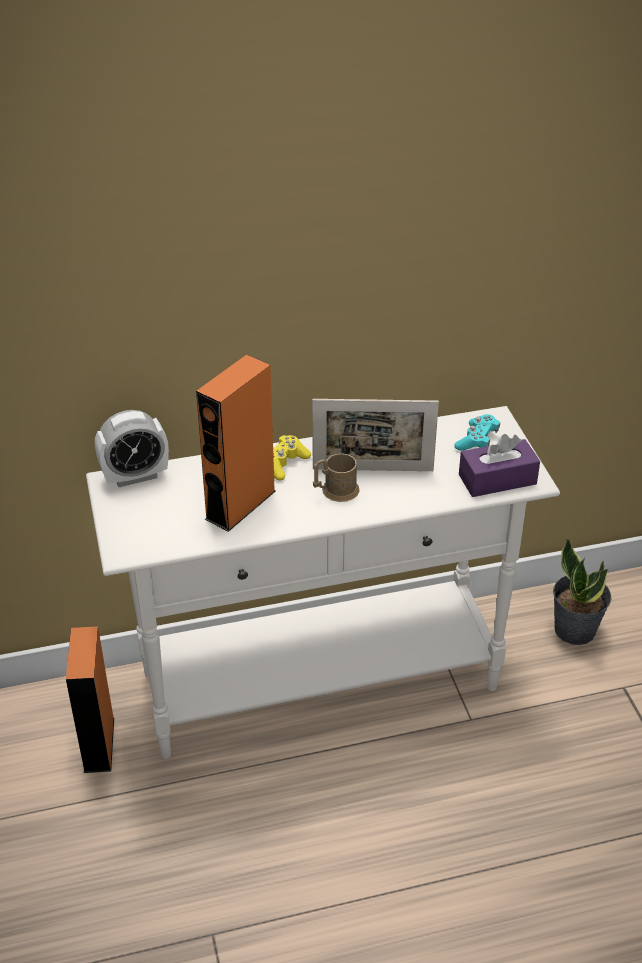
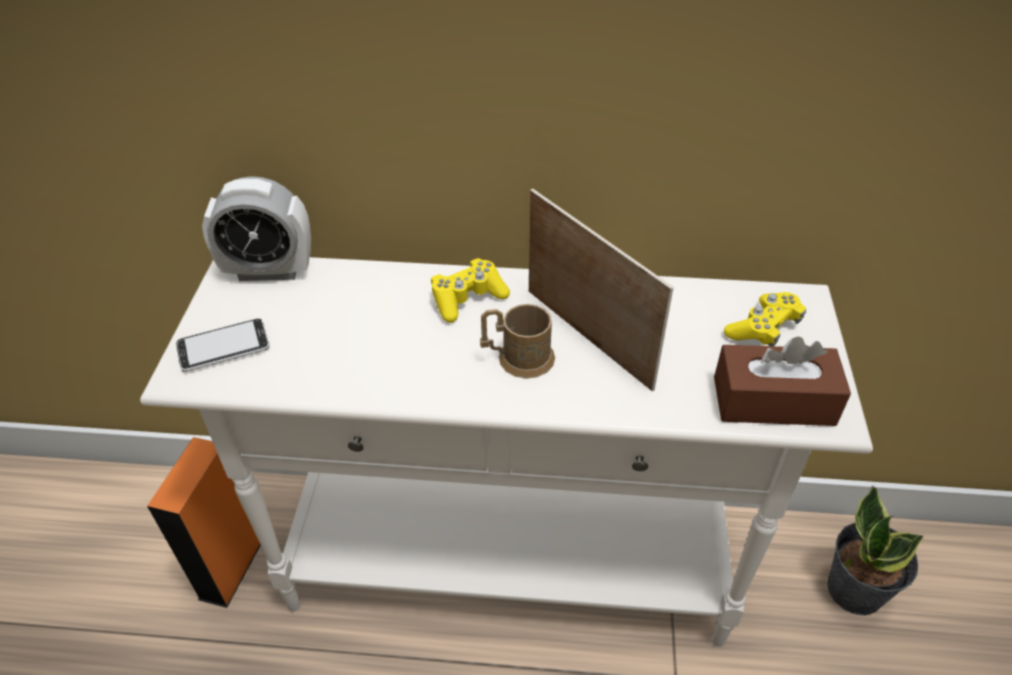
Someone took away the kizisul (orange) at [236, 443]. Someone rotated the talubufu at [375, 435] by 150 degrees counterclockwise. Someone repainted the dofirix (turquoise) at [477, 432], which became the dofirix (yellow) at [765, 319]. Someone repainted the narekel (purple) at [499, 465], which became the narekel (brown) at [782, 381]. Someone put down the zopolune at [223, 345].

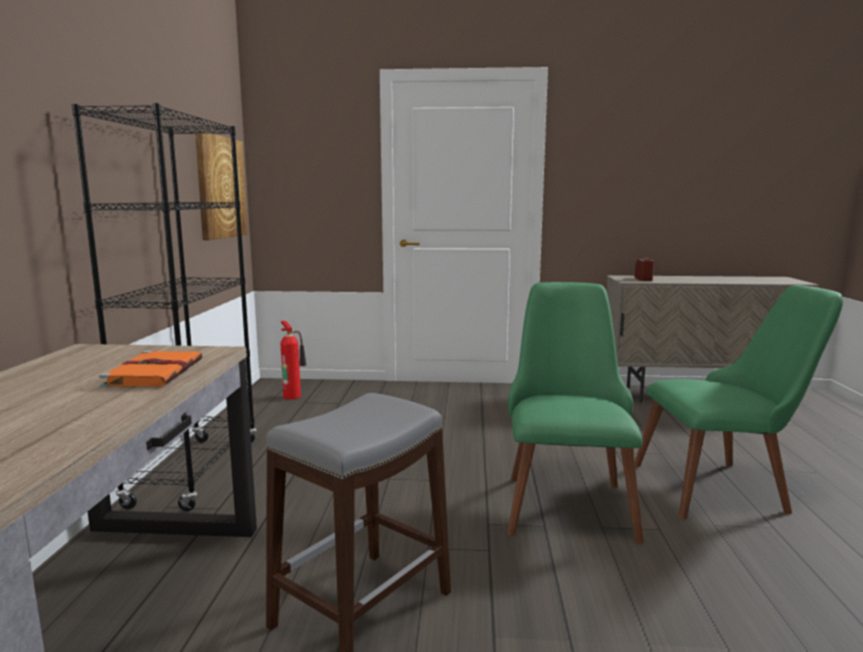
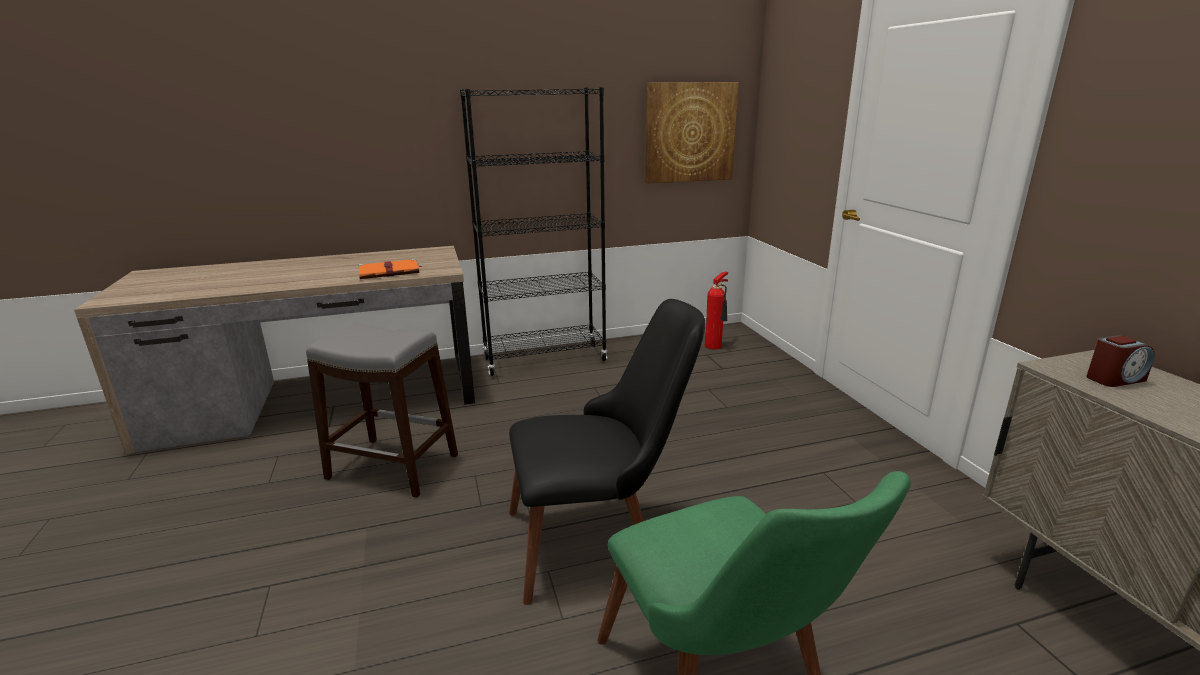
Someone repainted the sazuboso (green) at [575, 413], which became the sazuboso (black) at [607, 452].

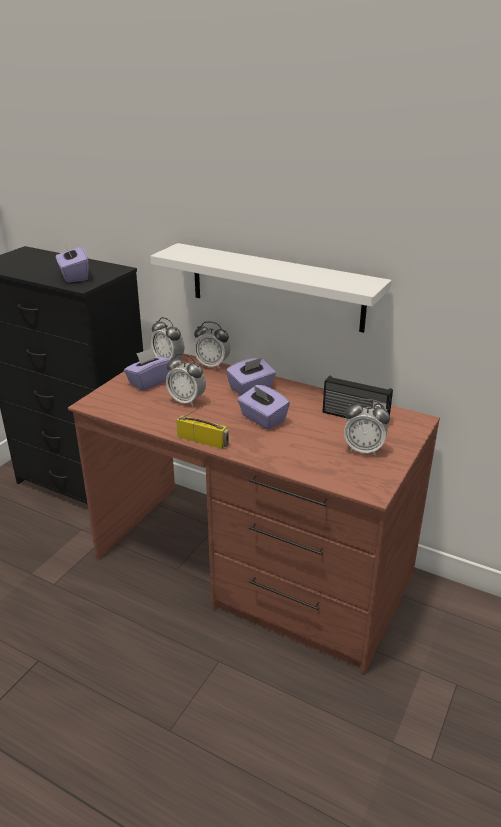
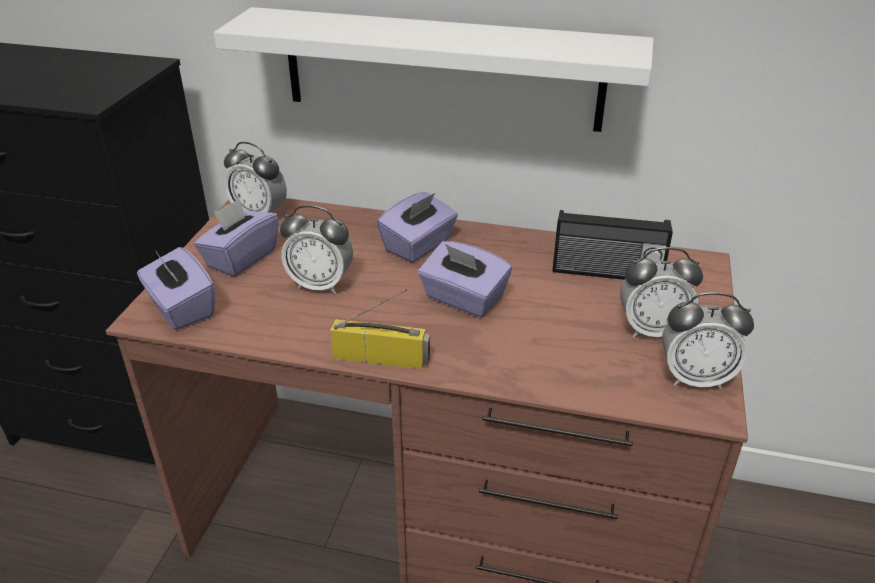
Someone carried the narekel (purple) from [72, 262] to [176, 288]. Someone carried the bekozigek from [212, 345] to [708, 340].

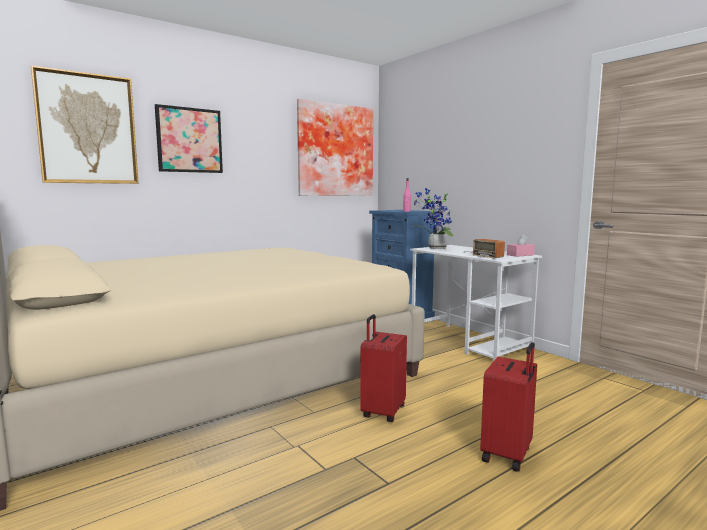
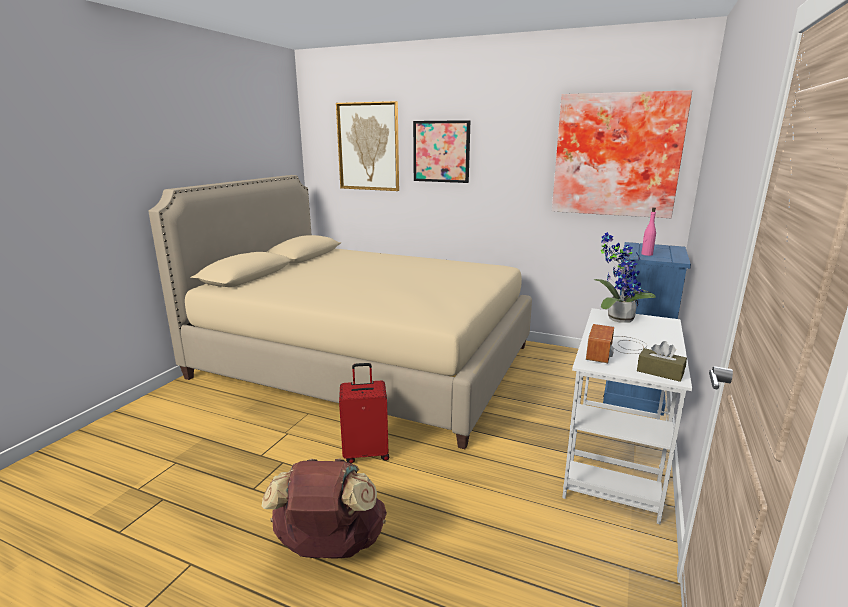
Someone swapped the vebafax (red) at [508, 406] for the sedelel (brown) at [324, 508]. Someone repainted the narekel (pink) at [521, 245], which became the narekel (brown) at [662, 361].

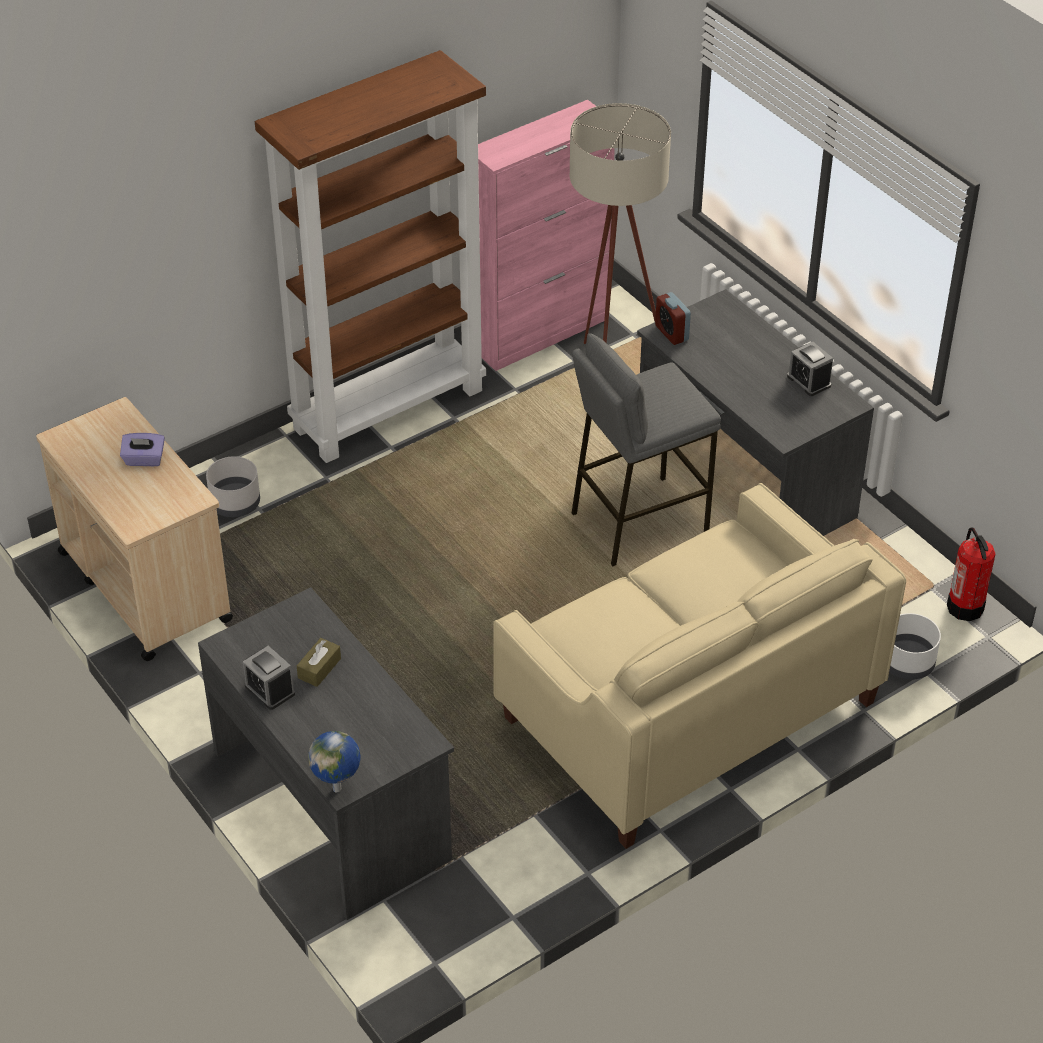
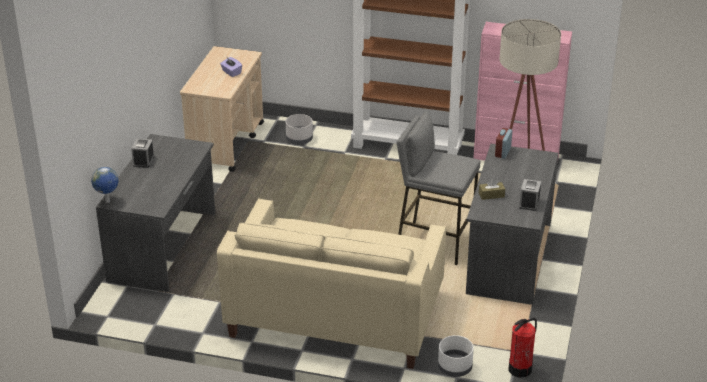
Someone carried the narekel (brown) from [319, 662] to [492, 189].

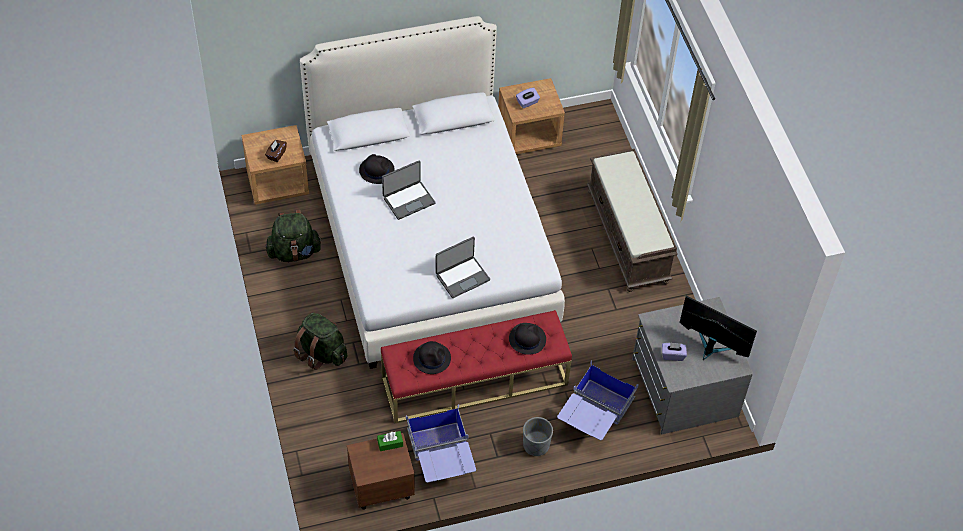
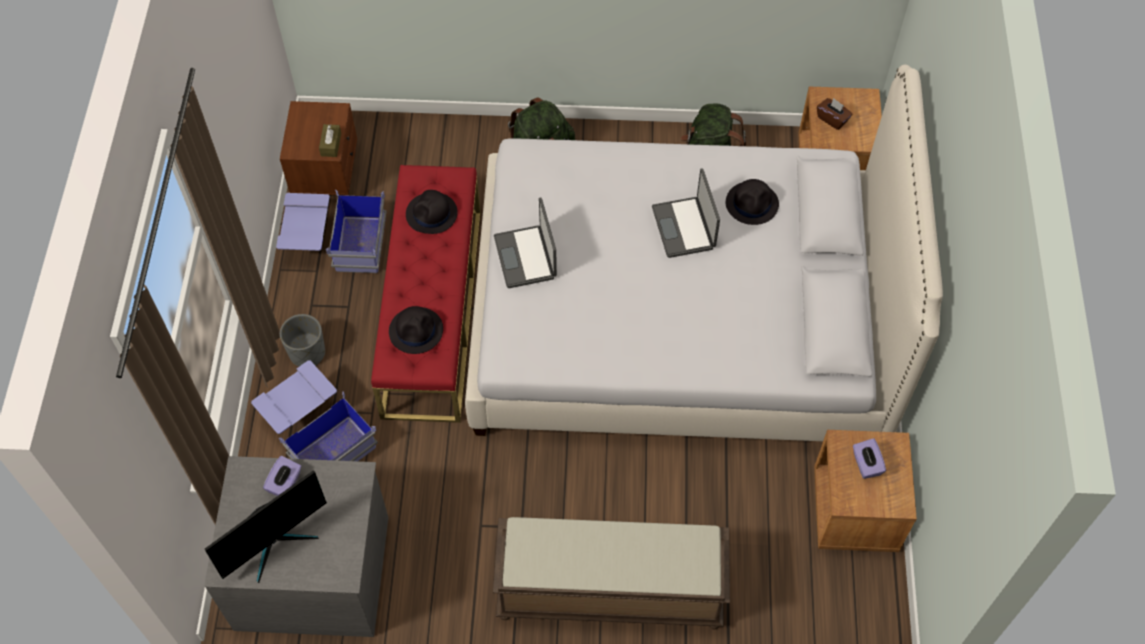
Someone repainted the narekel (green) at [390, 441], which became the narekel (brown) at [330, 140].

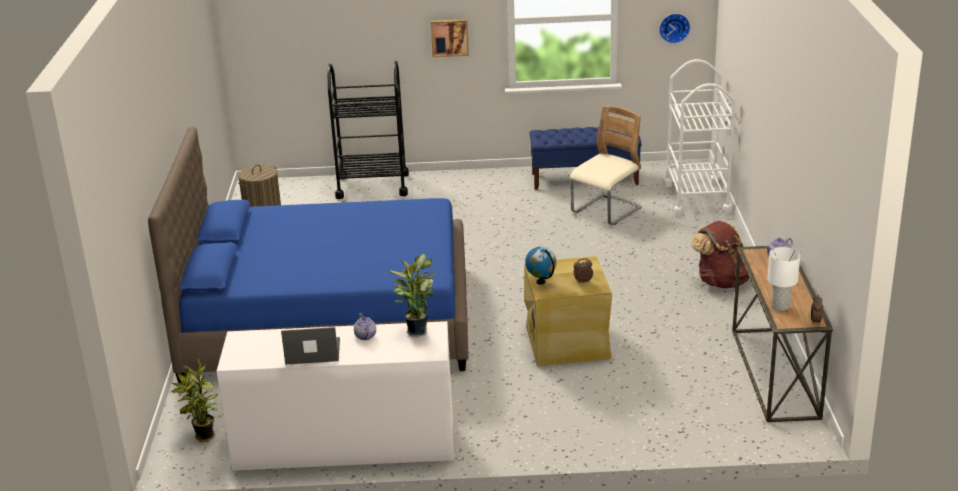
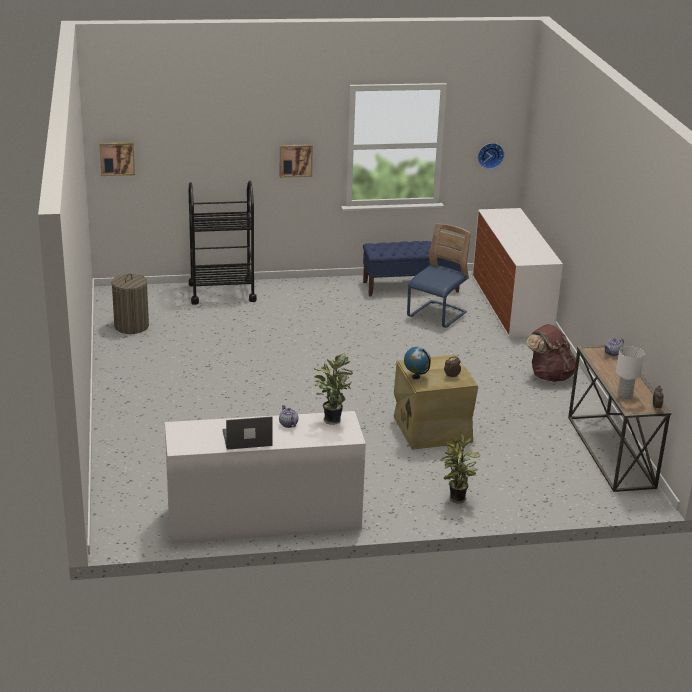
Someone took away the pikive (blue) at [308, 254]. Someone carried the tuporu from [195, 400] to [460, 467]. Someone repainted the sazuboso (beige) at [606, 165], which became the sazuboso (blue) at [439, 276]. Someone swapped the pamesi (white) at [699, 137] for the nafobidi at [517, 272]. Someone put up the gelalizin at [117, 159].

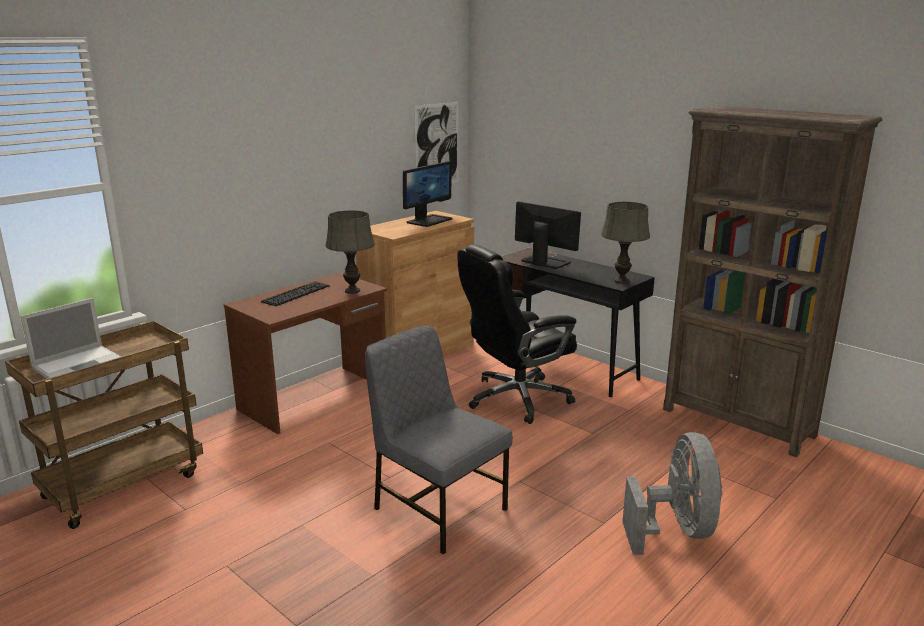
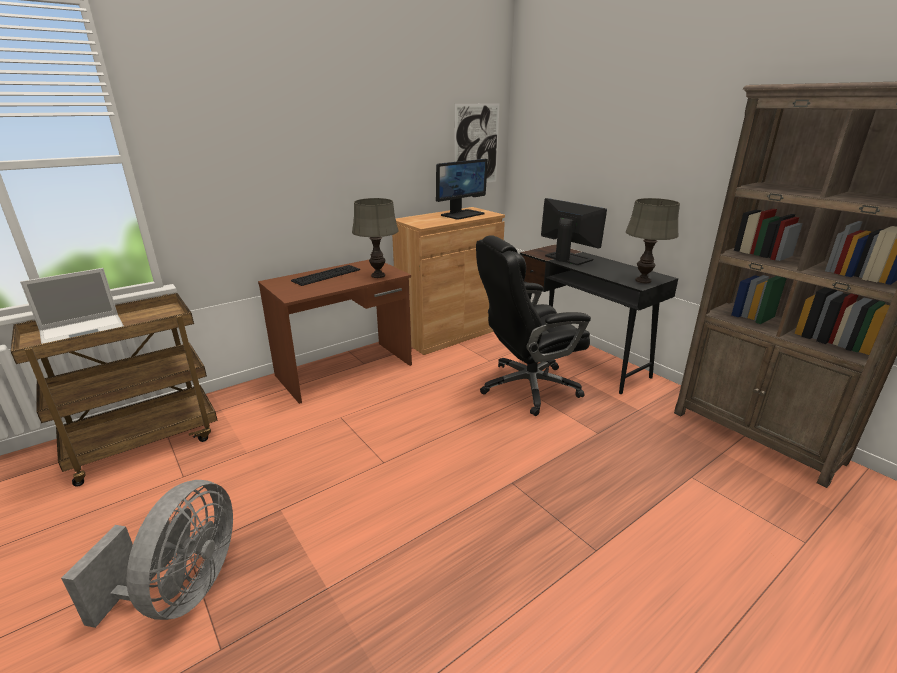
Someone took away the sazuboso (grey) at [439, 440]. Someone carried the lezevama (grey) from [672, 493] to [147, 554].

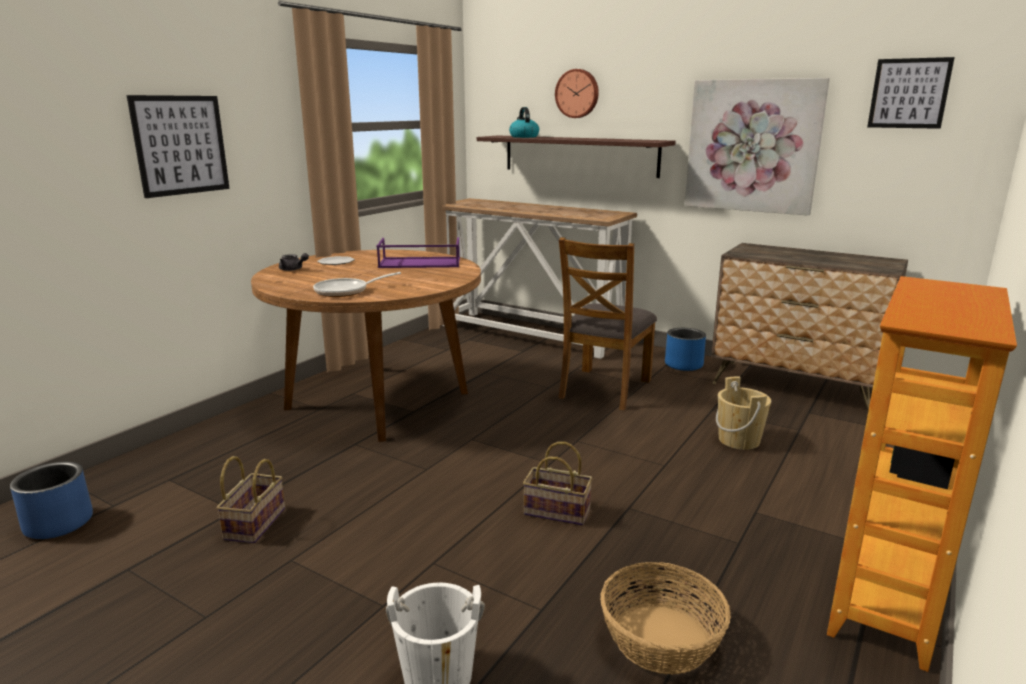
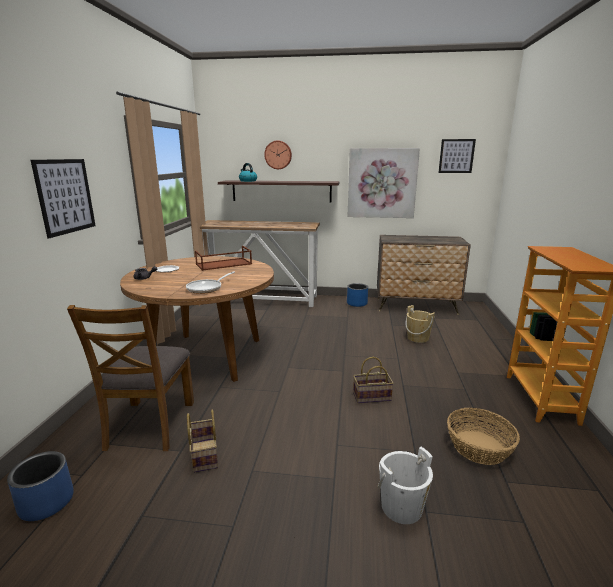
Someone repainted the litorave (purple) at [418, 252], which became the litorave (brown) at [223, 258]. Someone carried the sazuboso (brown) from [607, 323] to [130, 378].

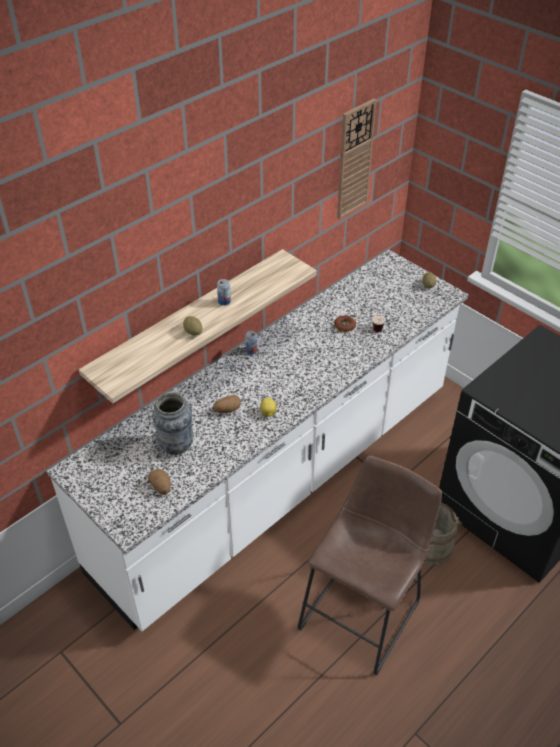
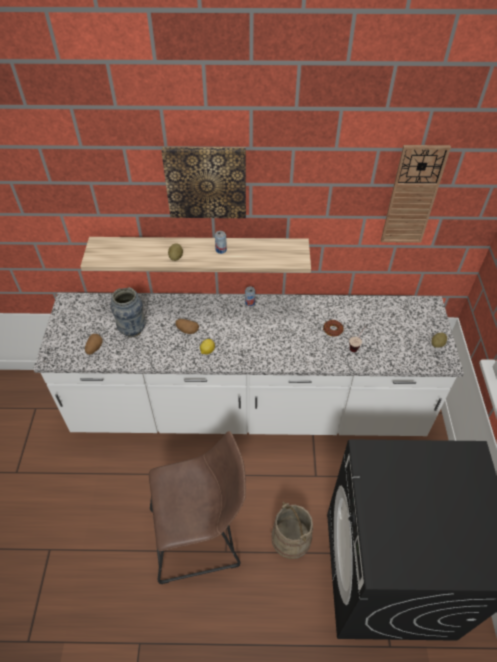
Someone put up the gelalizin at [203, 182].

